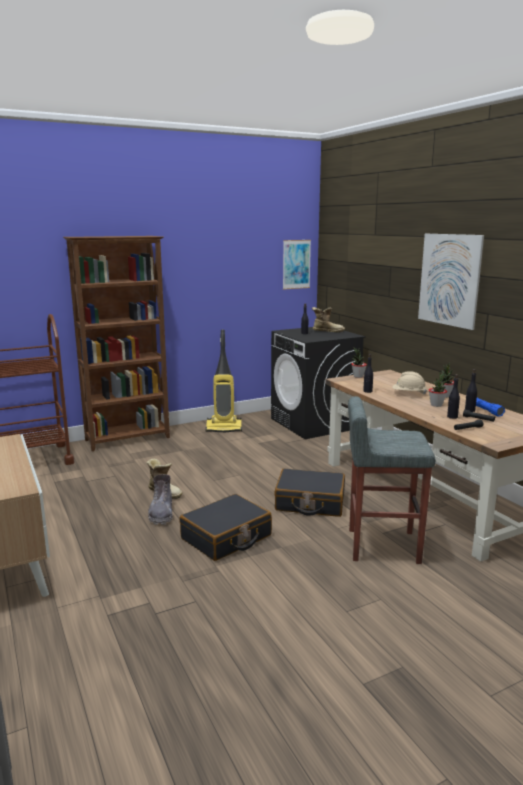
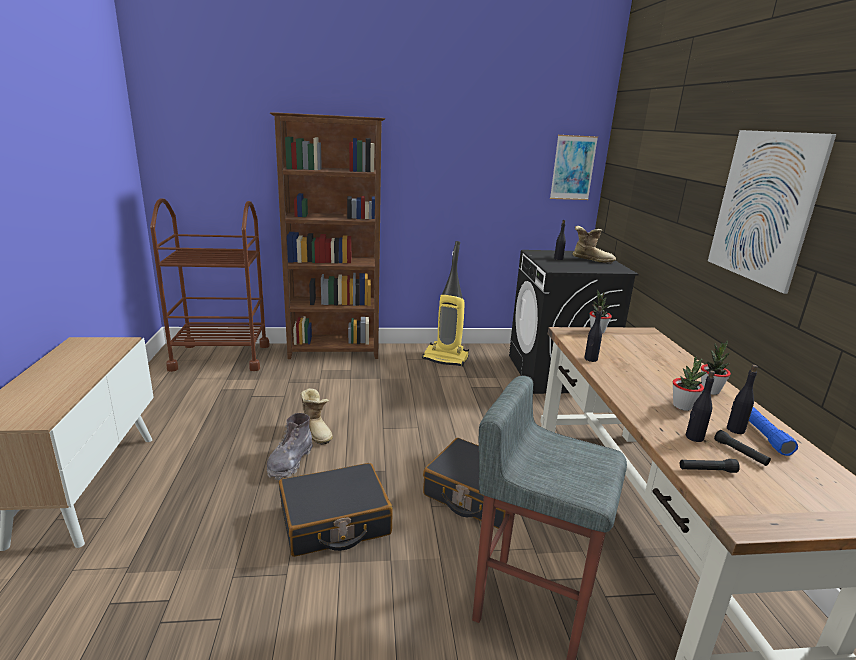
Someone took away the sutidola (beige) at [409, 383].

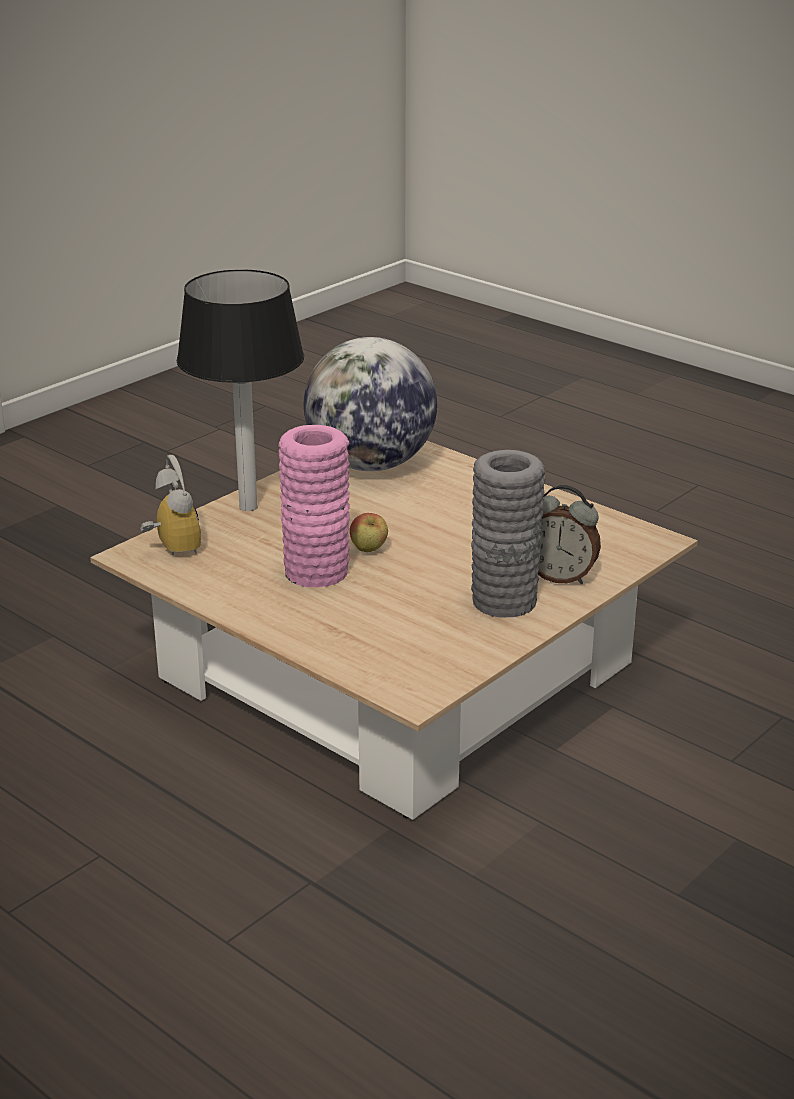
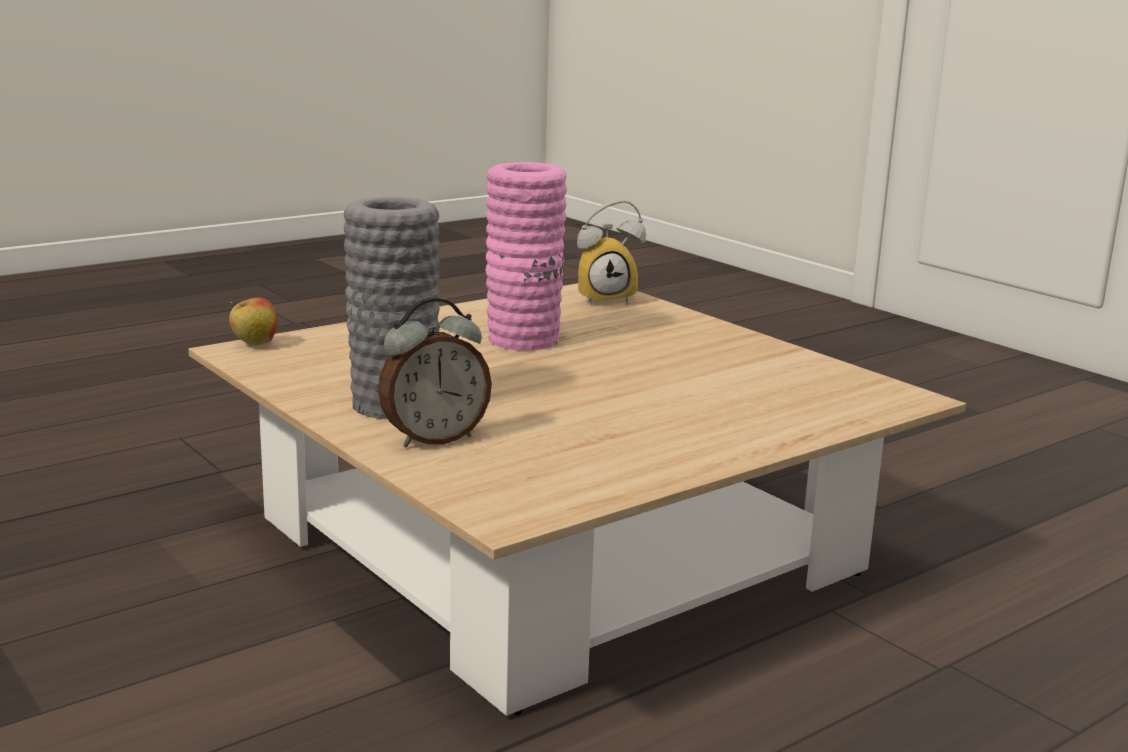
Someone took away the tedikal at [240, 390]. Someone took away the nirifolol at [370, 404]. Someone carried the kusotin from [369, 532] to [253, 322]. Someone rotated the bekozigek at [569, 534] by 150 degrees counterclockwise.

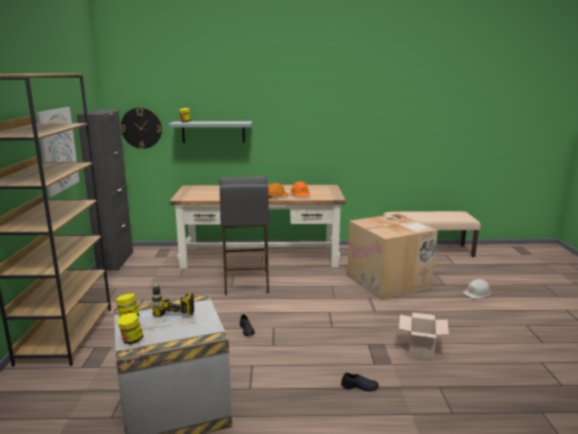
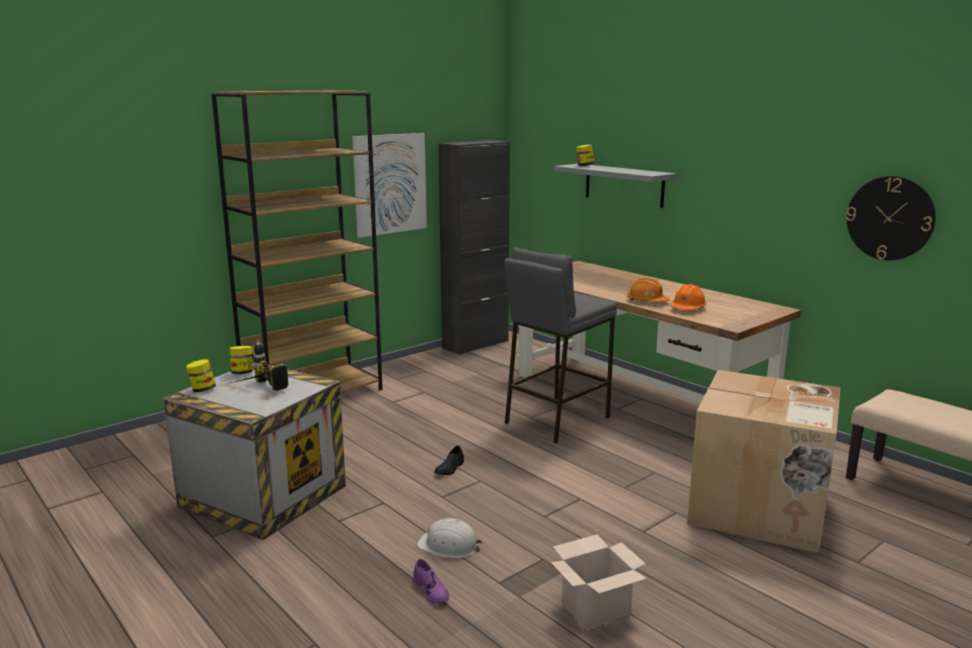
Someone carried the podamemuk from [141, 128] to [891, 218]. Someone repainted the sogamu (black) at [360, 382], which became the sogamu (purple) at [431, 581]. Someone carried the sutidola (white) from [477, 288] to [449, 538].

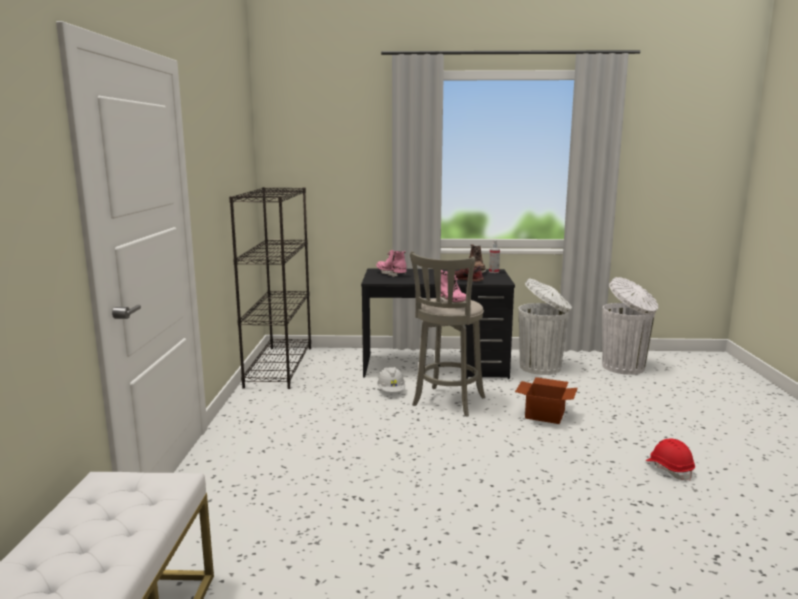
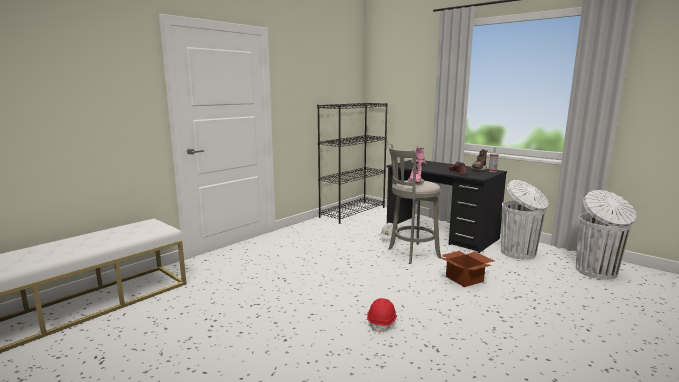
Someone carried the sutidola (red) from [670, 459] to [382, 316].

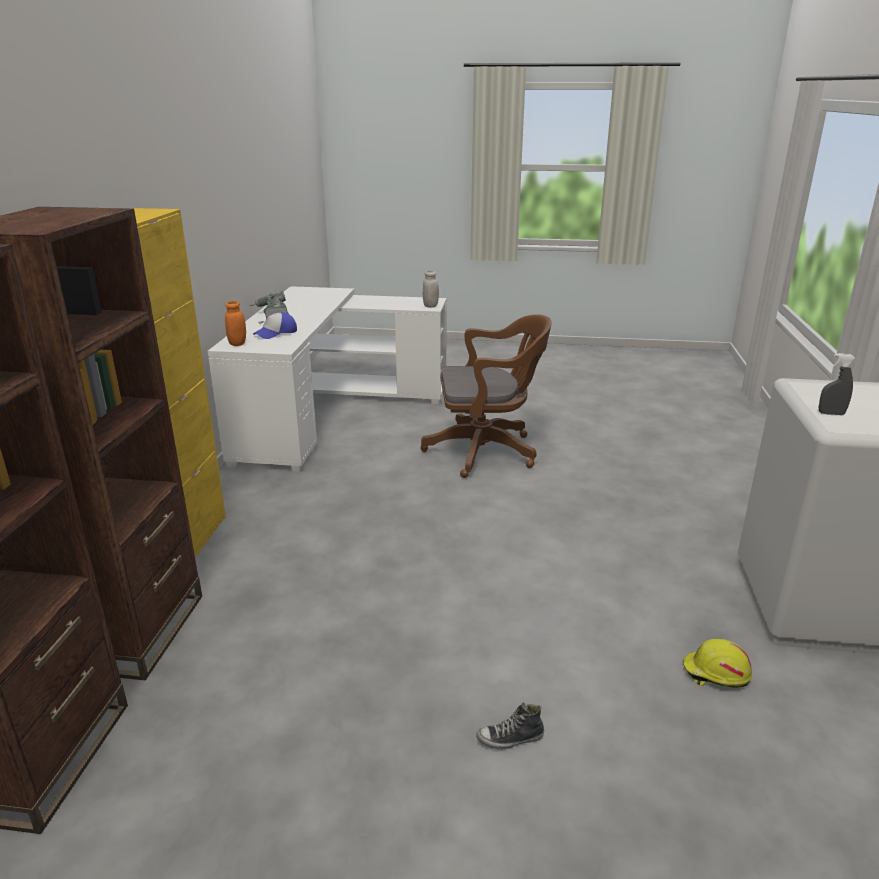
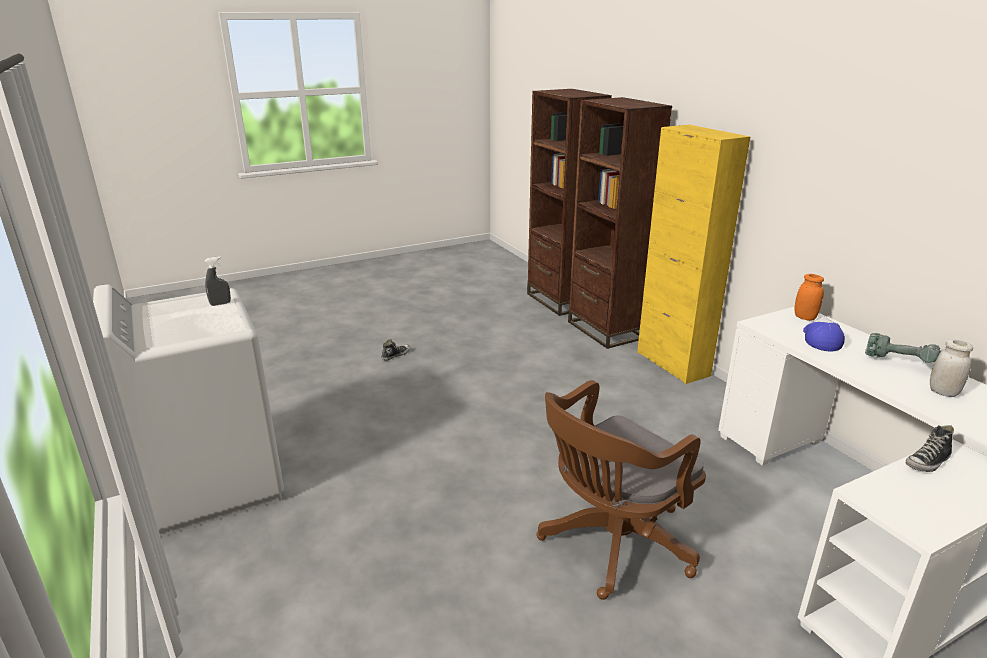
Someone carried the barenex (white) from [431, 289] to [951, 368]. Someone took away the sutidola (yellow) at [717, 663]. Someone put down the sogamu at [930, 448].

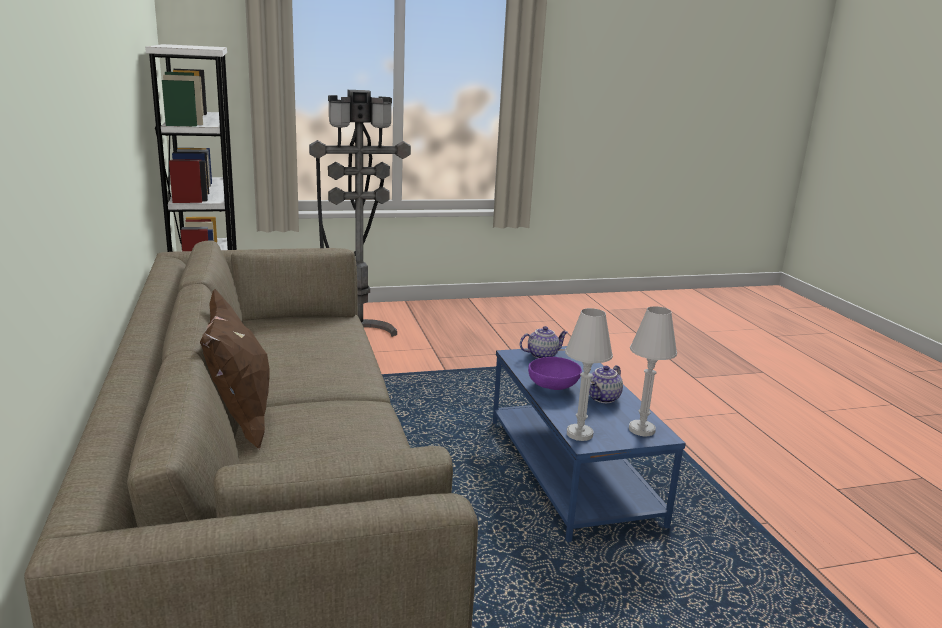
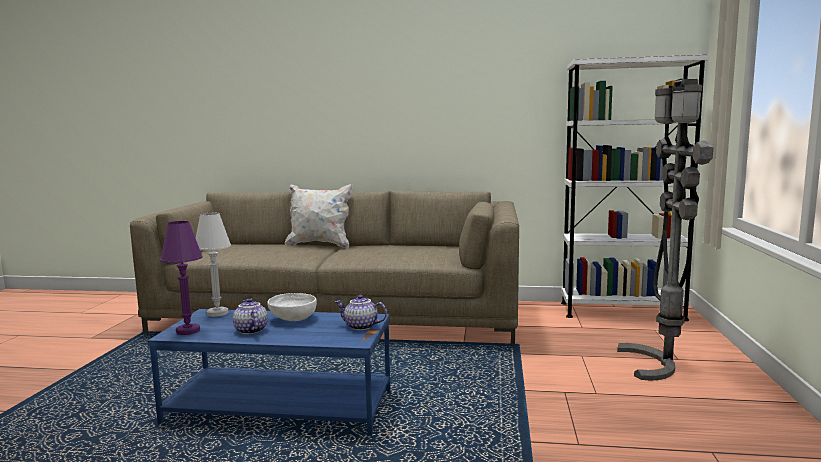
Someone repainted the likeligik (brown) at [235, 369], which became the likeligik (white) at [319, 216]. Someone rotated the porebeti at [544, 342] by 105 degrees clockwise. Someone repainted the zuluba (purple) at [555, 373], which became the zuluba (white) at [292, 307]. Someone repainted the tedikal (white) at [653, 371], which became the tedikal (purple) at [181, 278].

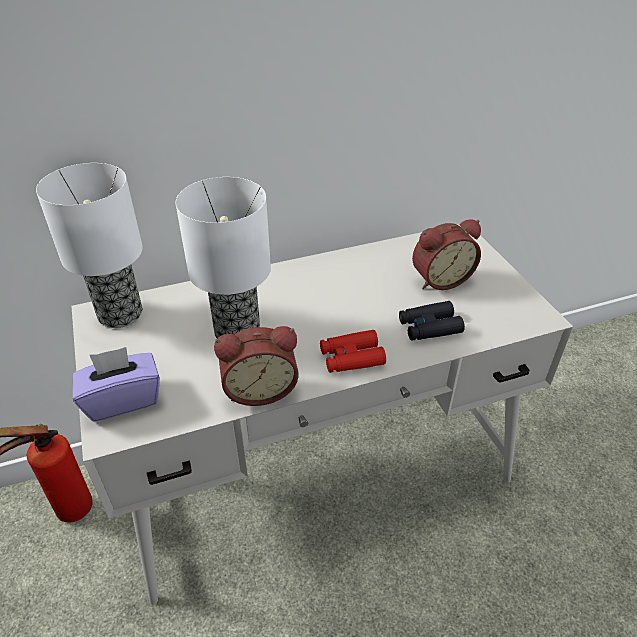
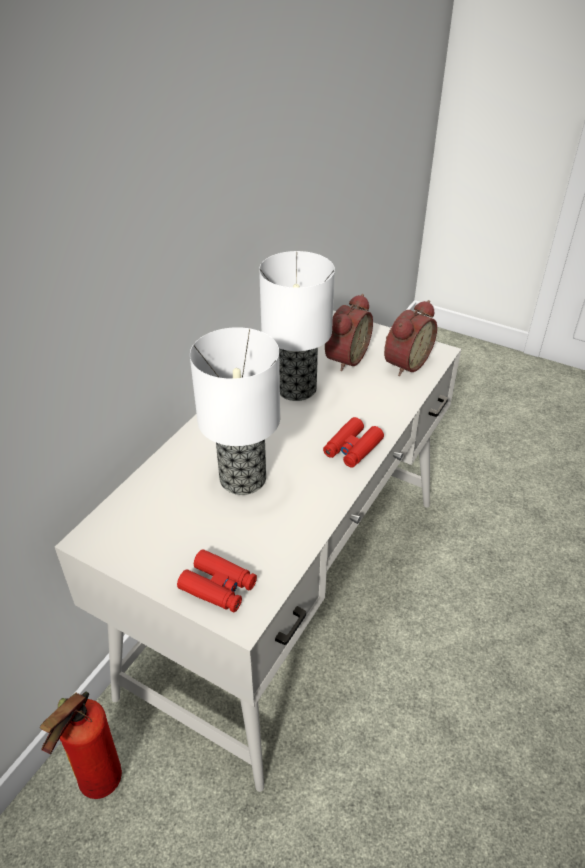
Someone carried the tedikal from [89, 245] to [297, 326]. Someone swapped the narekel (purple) at [116, 384] for the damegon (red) at [217, 580]. Someone carried the bekozigek from [256, 366] to [410, 338]. Someone took away the damegon (black) at [432, 321].

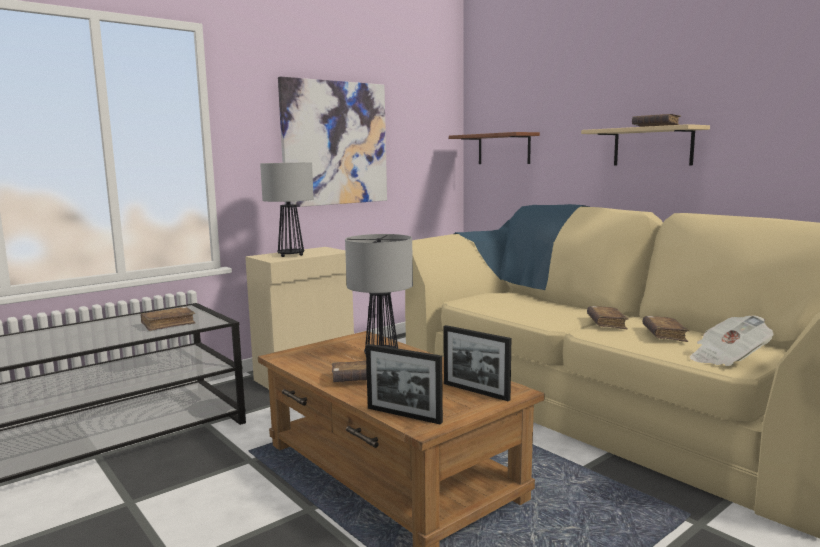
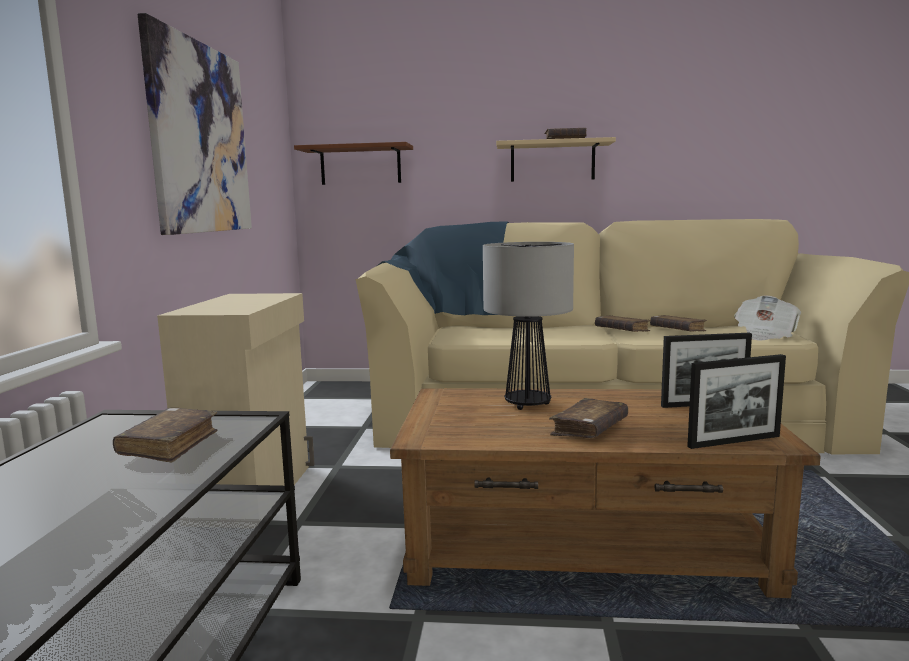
Someone took away the tedikal at [287, 209].

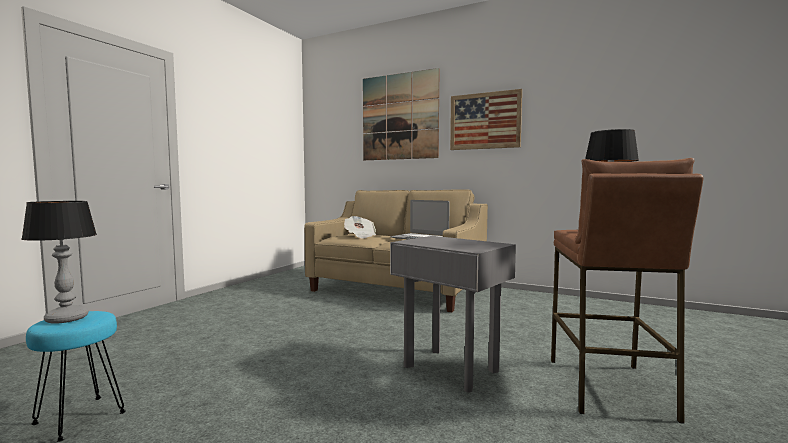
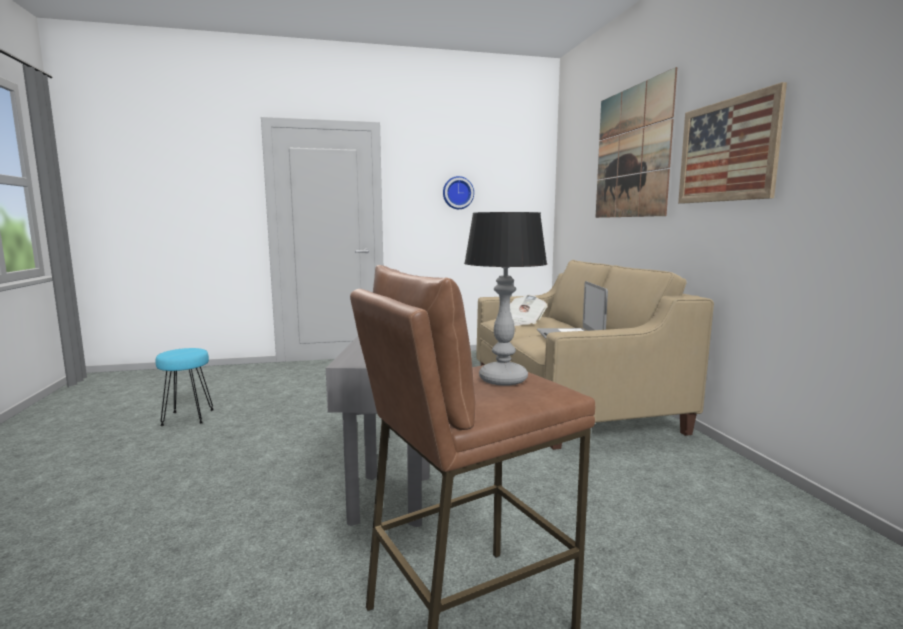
Someone took away the tedikal at [59, 262]. Someone put up the podamemuk at [458, 192].

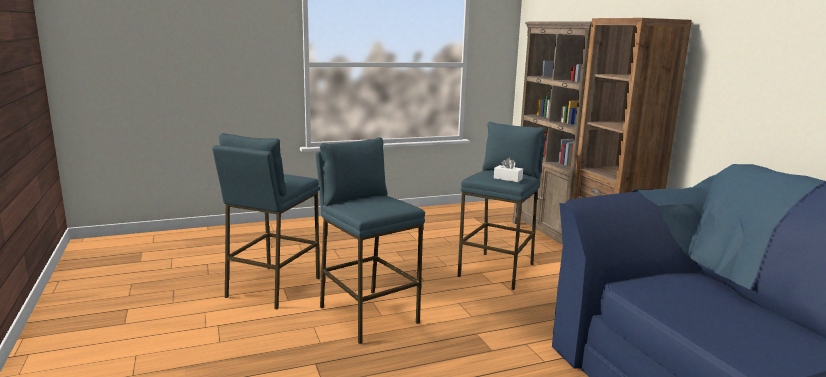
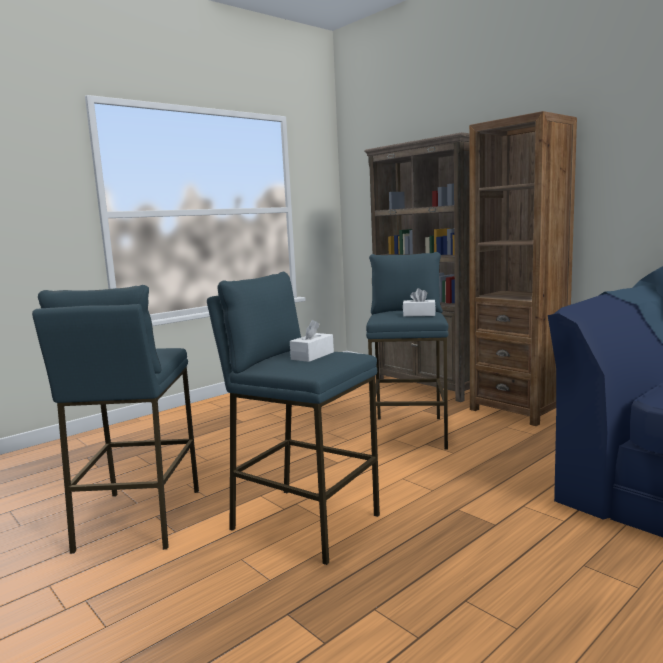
Someone put down the narekel (white) at [312, 341].

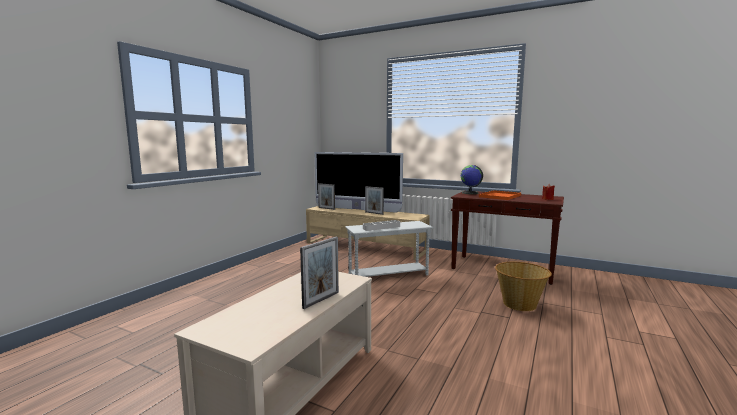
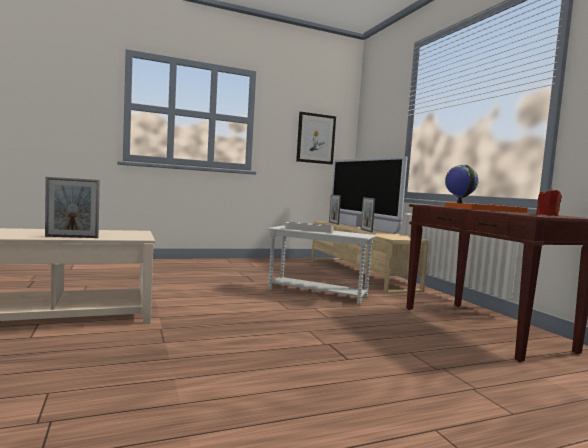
Someone took away the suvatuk at [523, 286]. Someone put up the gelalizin at [316, 138].

